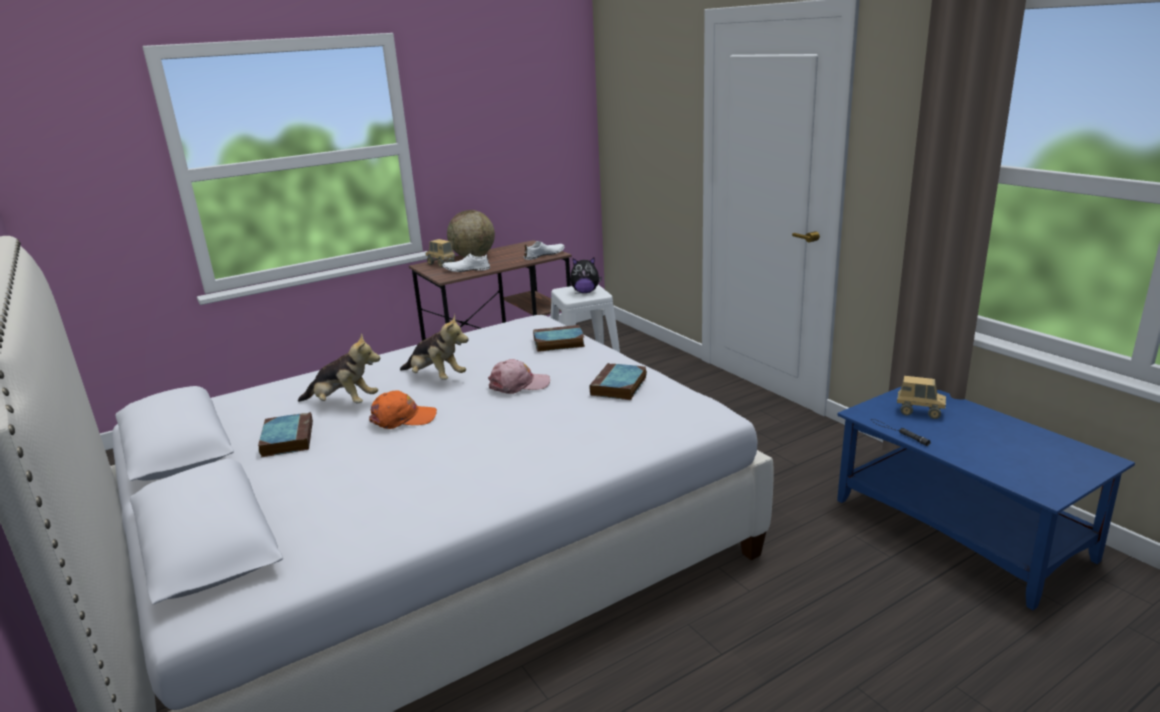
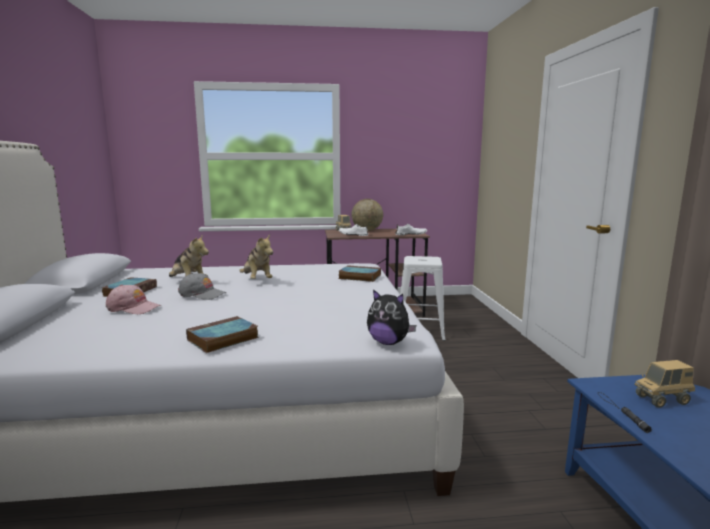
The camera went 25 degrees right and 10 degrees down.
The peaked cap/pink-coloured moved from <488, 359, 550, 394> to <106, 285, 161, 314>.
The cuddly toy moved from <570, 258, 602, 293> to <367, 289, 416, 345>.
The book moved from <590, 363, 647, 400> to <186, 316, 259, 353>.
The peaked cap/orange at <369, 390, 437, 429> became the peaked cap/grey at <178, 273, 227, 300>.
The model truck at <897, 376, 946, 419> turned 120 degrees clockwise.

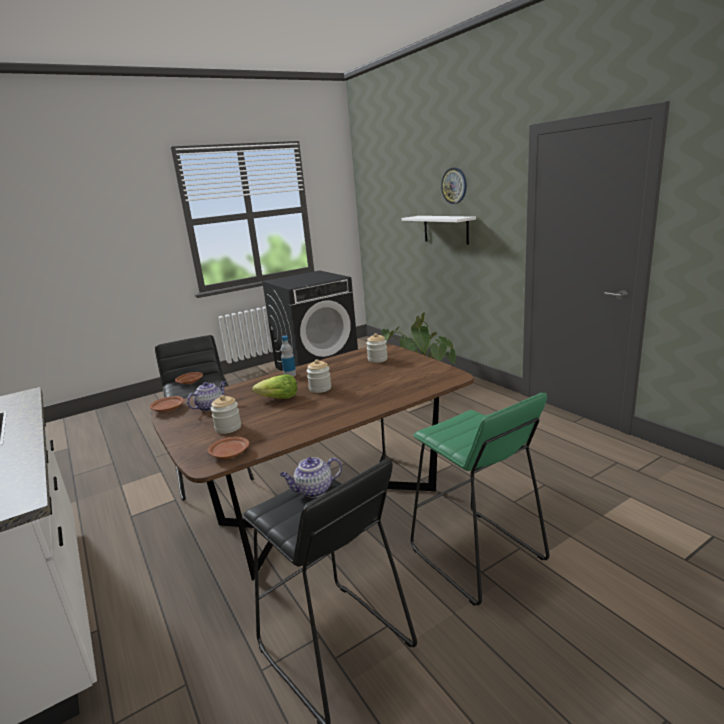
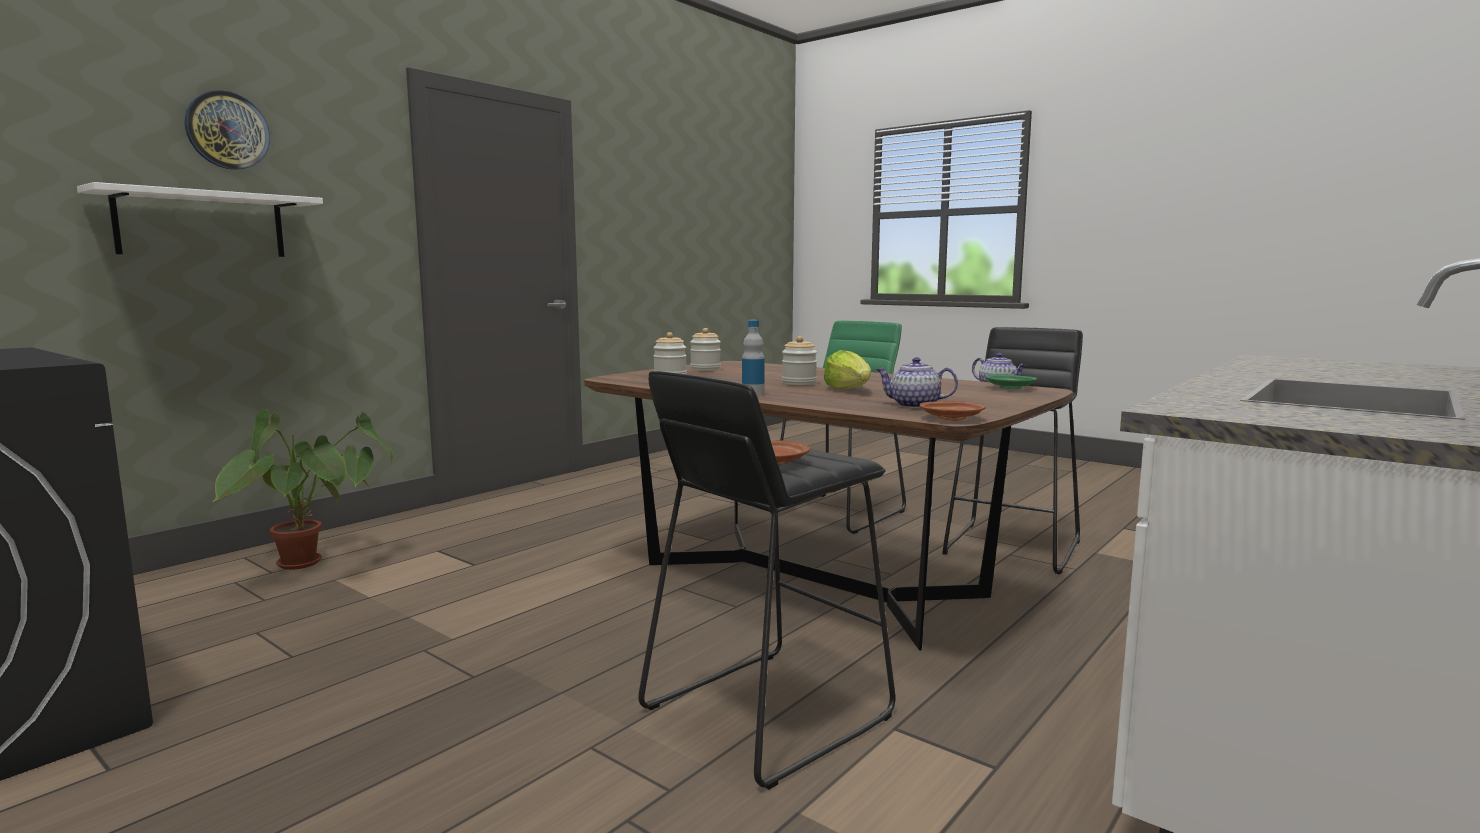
The camera went 110 degrees left and 10 degrees down.
The preserve jar moved from <211, 395, 241, 434> to <690, 328, 721, 371>.
The dinner plate/brown-coloured at <208, 437, 249, 459> became the dinner plate/greenish at <985, 374, 1037, 389>.

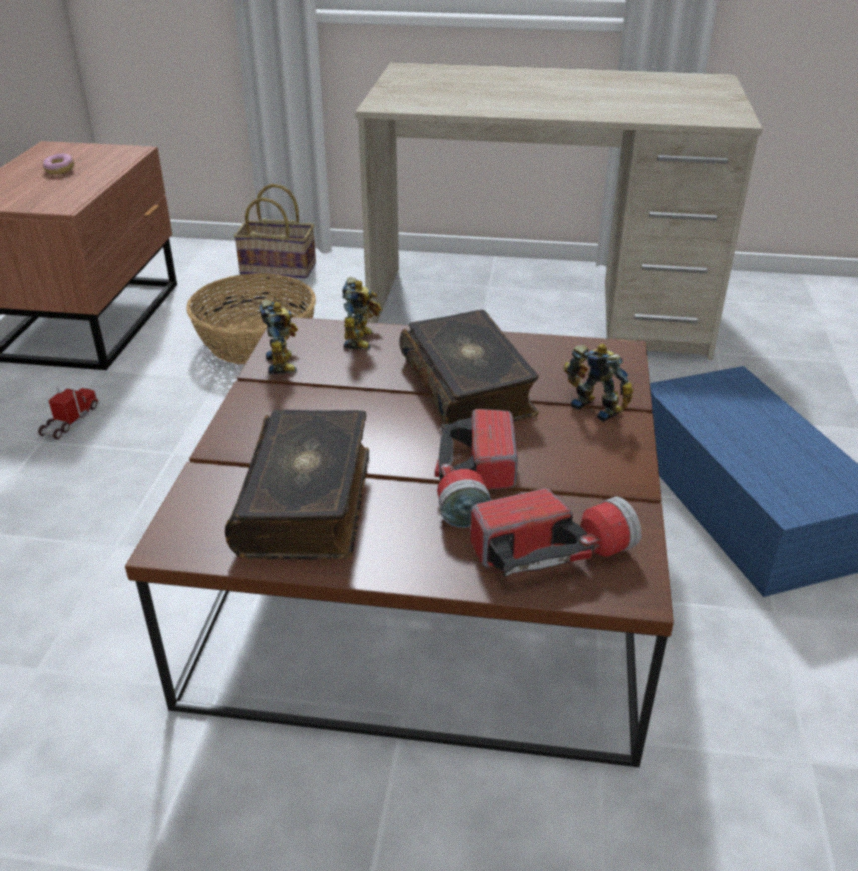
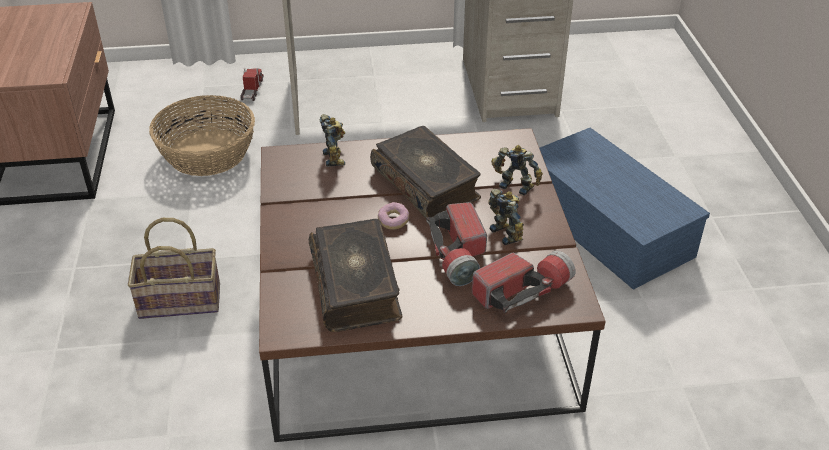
The camera went 15 degrees left and 5 degrees up.
The model truck moved from <38, 387, 99, 440> to <241, 68, 264, 101>.
The doughnut moved from <43, 153, 74, 175> to <378, 202, 409, 230>.
The household basket moved from <234, 184, 316, 279> to <128, 218, 220, 319>.
The robot figure moved from <259, 299, 298, 375> to <488, 189, 524, 246>.

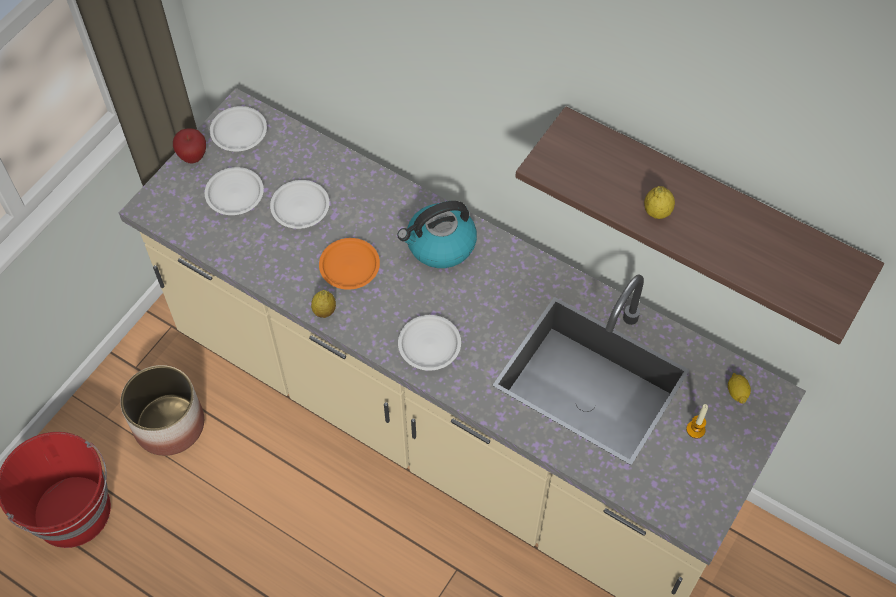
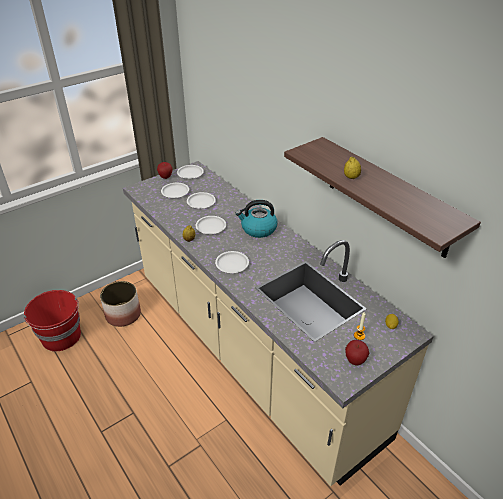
The camera went 20 degrees right and 20 degrees down.
The whole apple at <345, 340, 369, 365> appeared.
The dinner plate/orange at <319, 238, 380, 290> became the dinner plate/white-coloured at <195, 216, 226, 234>.

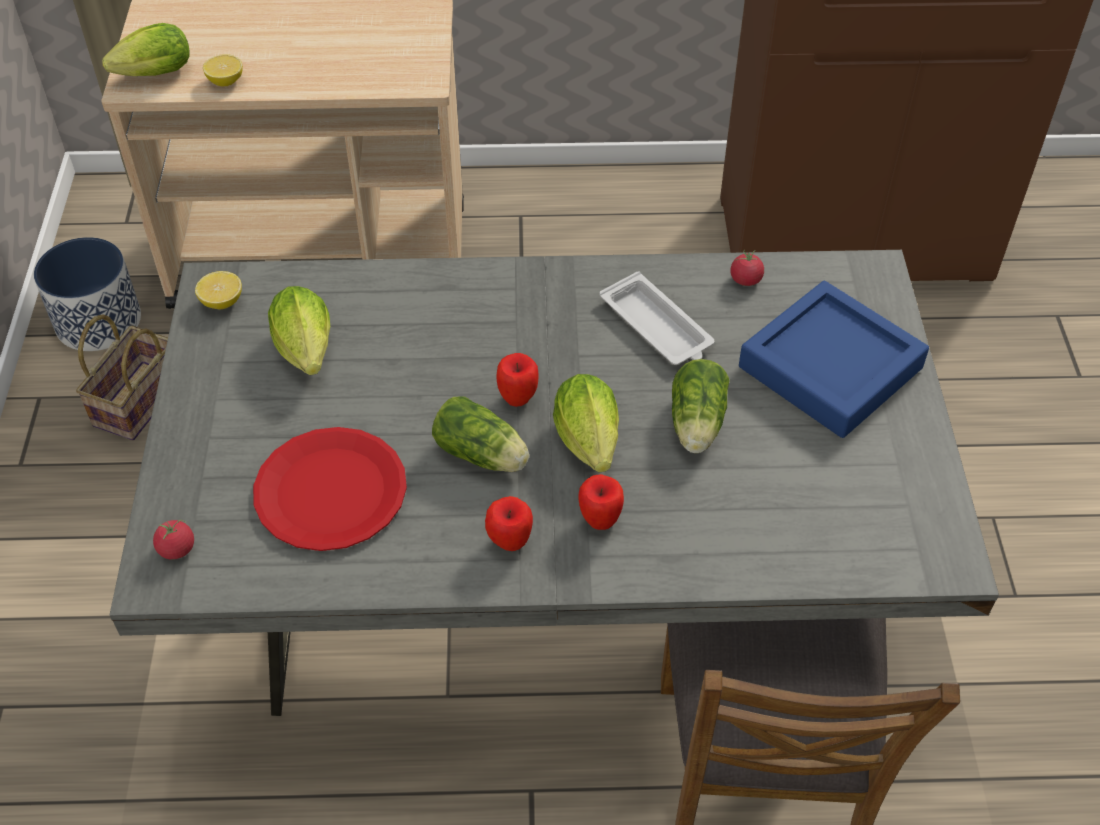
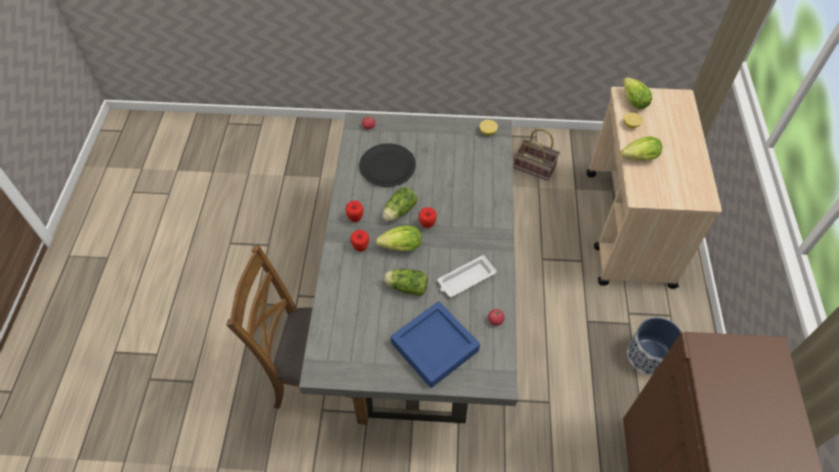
The camera went 95 degrees right and 5 degrees up.
The planter moved from <34, 237, 141, 351> to <627, 317, 681, 376>.
The lettuce moved from <268, 286, 330, 375> to <621, 136, 662, 161>.
The dinner plate/reddish at <253, 427, 407, 551> became the dinner plate/black-coloured at <359, 143, 416, 187>.

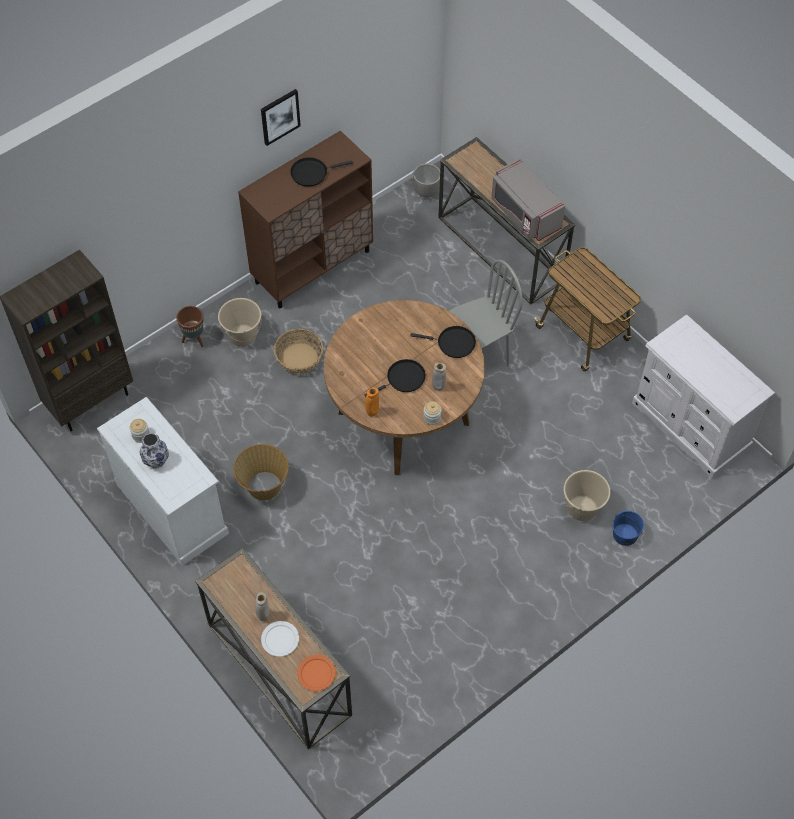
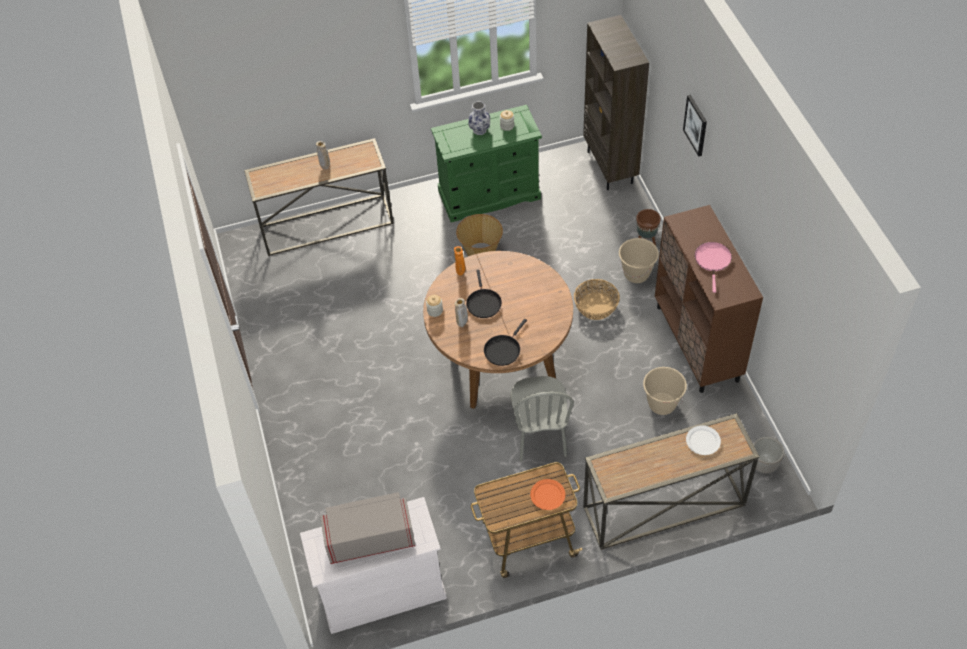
The camera went 115 degrees right and 5 degrees down.
The water bucket/blue-coloured at <612, 511, 644, 546> disappeared.
The wall picture moved from <261, 89, 301, 146> to <683, 95, 707, 156>.
The dinner plate/white-coloured moved from <261, 621, 299, 657> to <686, 426, 721, 455>.
The dinner plate/orange moved from <297, 655, 336, 691> to <530, 479, 565, 510>.
The microwave/grey moved from <491, 158, 565, 241> to <320, 492, 415, 564>.
The water bucket/beige moved from <563, 470, 610, 521> to <643, 367, 687, 415>.
The dresser/white-coloured at <97, 397, 229, 566> became the dresser/greenish at <431, 105, 542, 222>.
The frying pan/black-coloured at <290, 157, 353, 187> became the frying pan/pink-coloured at <695, 242, 732, 293>.

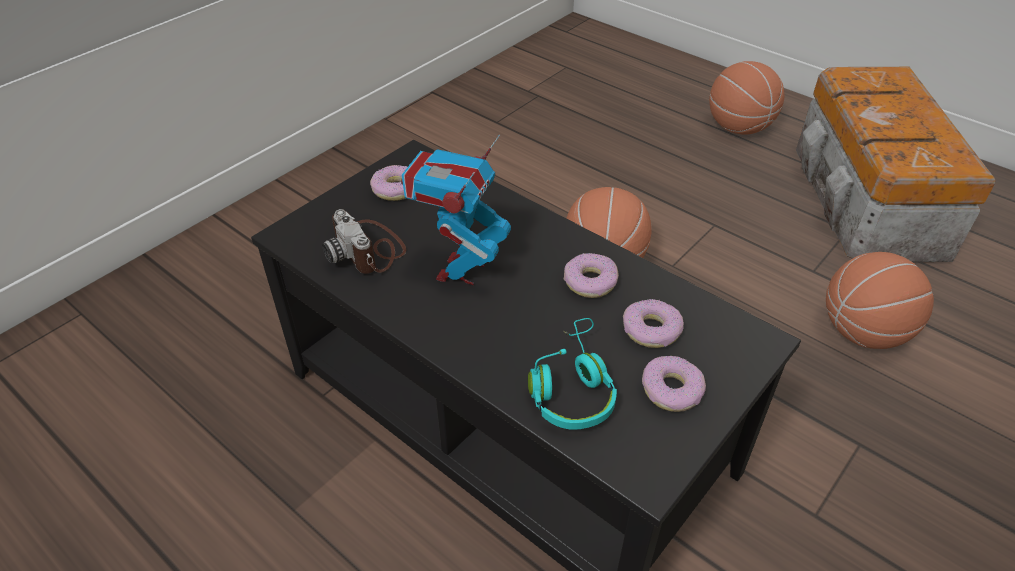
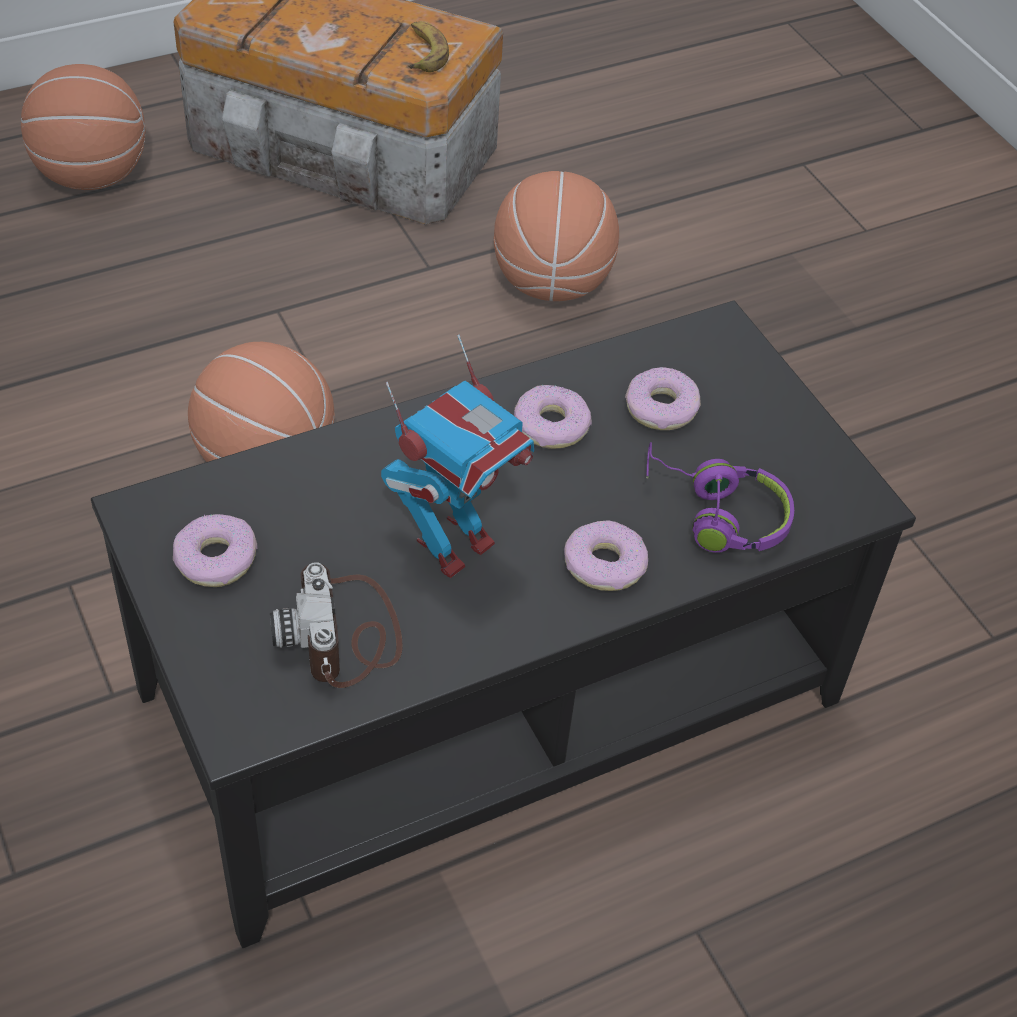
The camera went 70 degrees left and 5 degrees up.
The banana fruit at <408, 21, 449, 72> appeared.
The doughnut moved from <642, 356, 706, 412> to <564, 520, 648, 591>.
The headphones/blue-green at <528, 318, 617, 430> became the headphones/purple at <646, 442, 794, 553>.
The photo camera at <322, 209, 406, 274> turned 90 degrees clockwise.
The robot figure at <401, 134, 511, 285> turned 90 degrees counterclockwise.

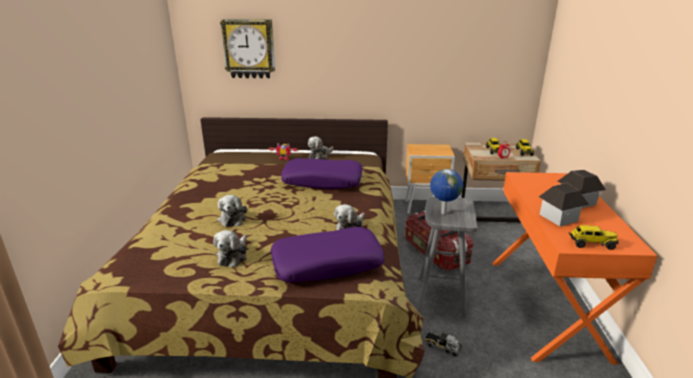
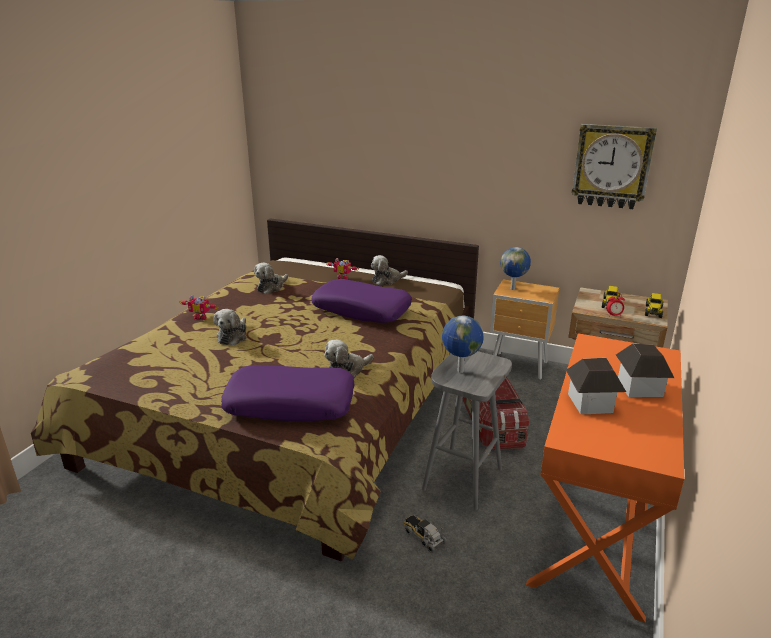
The camera went 20 degrees right and 0 degrees up.
The model truck at <568, 225, 619, 250> disappeared.
The robot figure at <179, 295, 218, 320> appeared.
The desk globe at <500, 247, 531, 290> appeared.
The cuddly toy moved from <213, 230, 247, 267> to <254, 263, 288, 294>.
The wall clock moved from <220, 19, 275, 78> to <572, 124, 657, 209>.

